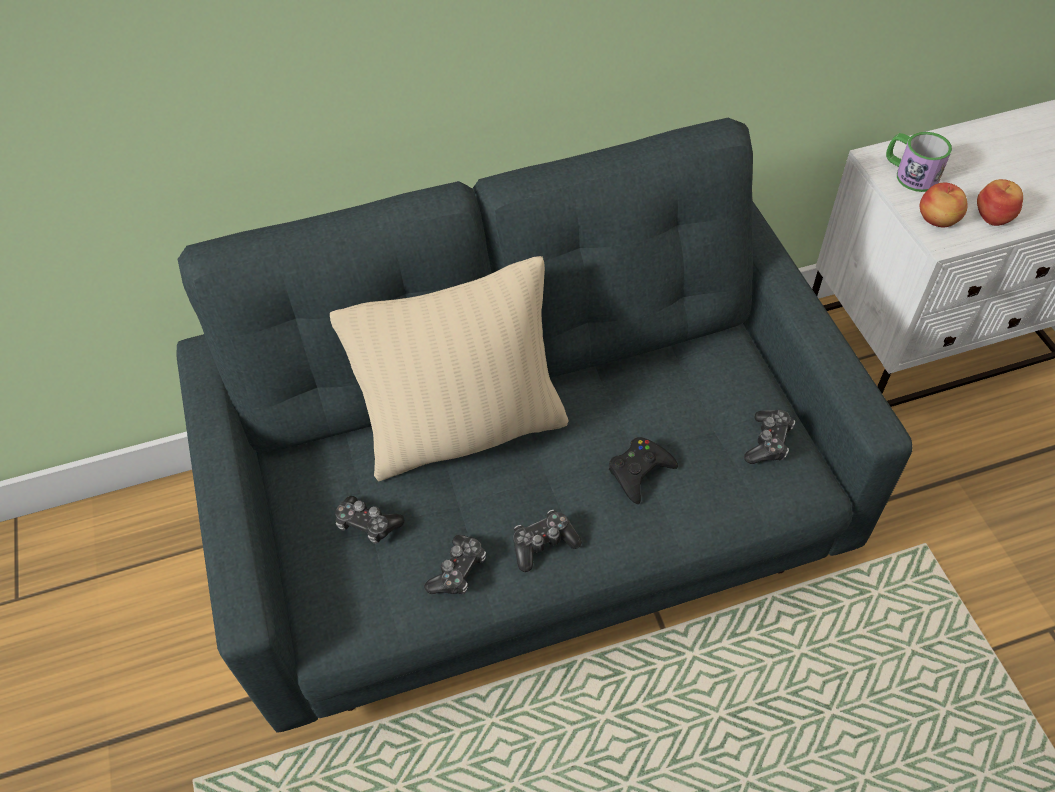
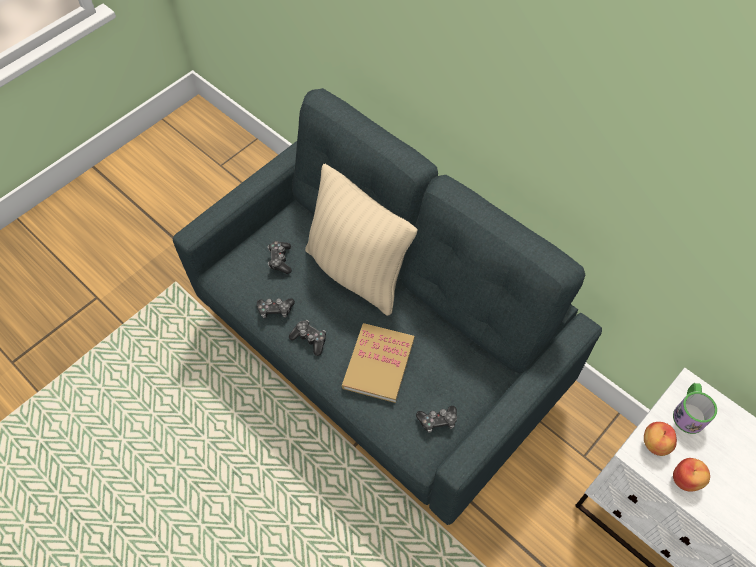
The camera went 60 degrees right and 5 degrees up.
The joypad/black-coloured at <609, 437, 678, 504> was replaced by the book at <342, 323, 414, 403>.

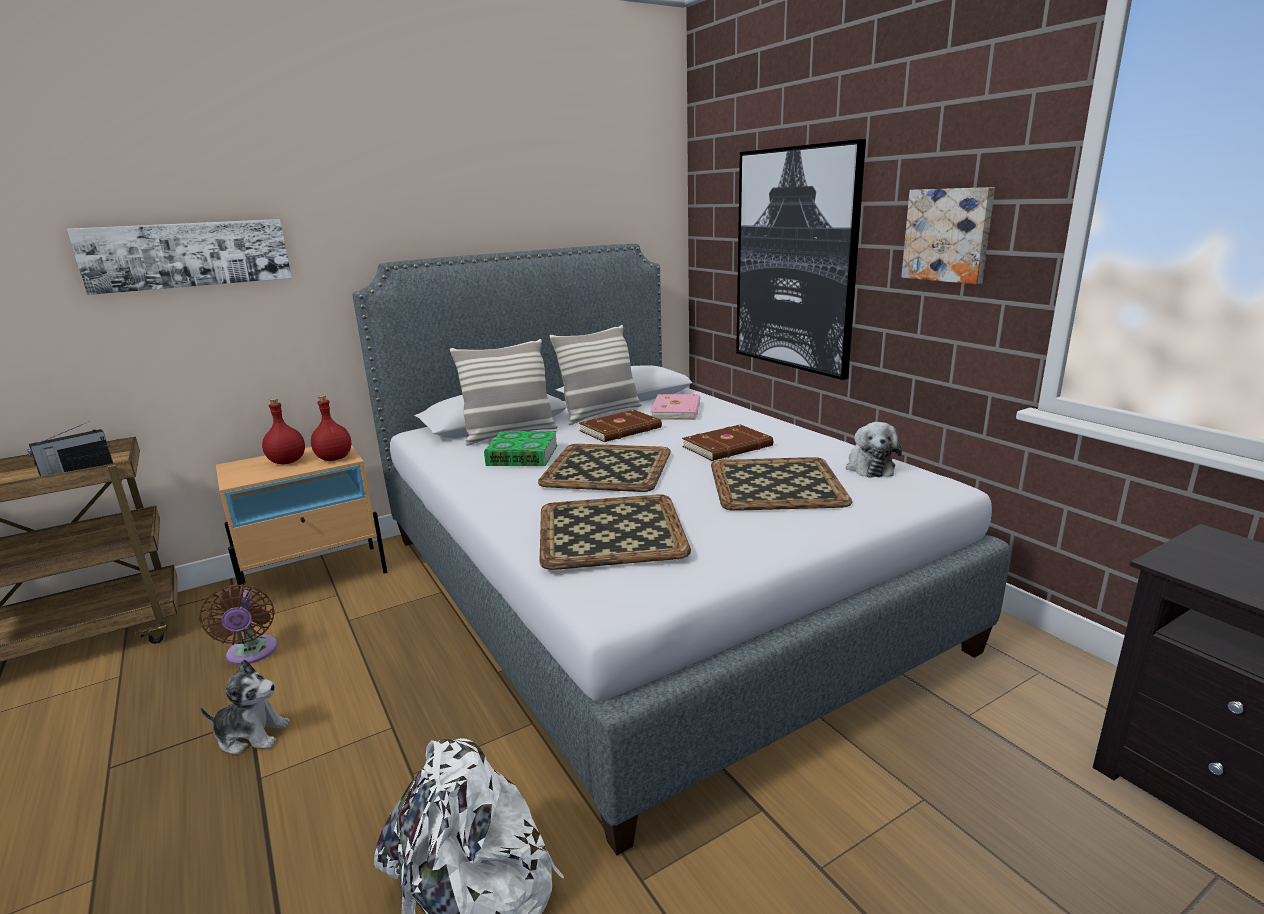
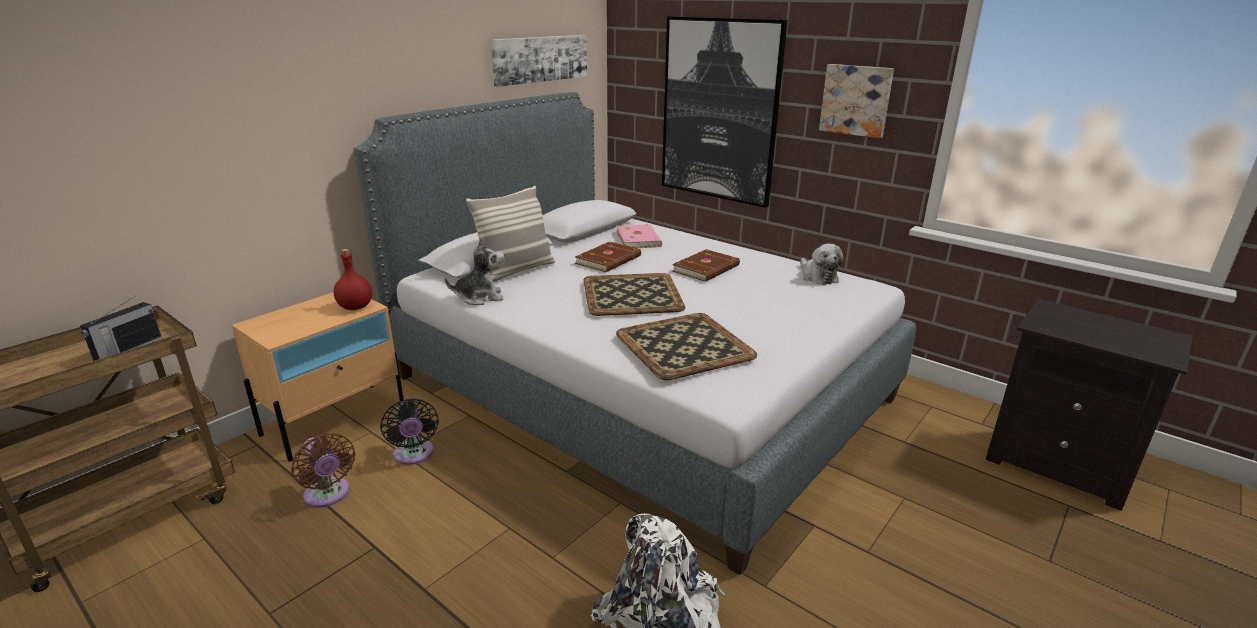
The camera went 20 degrees left and 5 degrees up.
The bottle/reddish at <262, 398, 305, 464> disappeared.
The book at <484, 431, 558, 466> disappeared.
The pillow at <549, 325, 642, 425> disappeared.
The tray at <711, 457, 852, 511> disappeared.
The cooling fan/black-coloured at <380, 398, 439, 465> appeared.
The wall picture moved from <67, 219, 292, 295> to <491, 35, 587, 87>.
The cuddly toy moved from <200, 659, 290, 755> to <445, 238, 505, 305>.

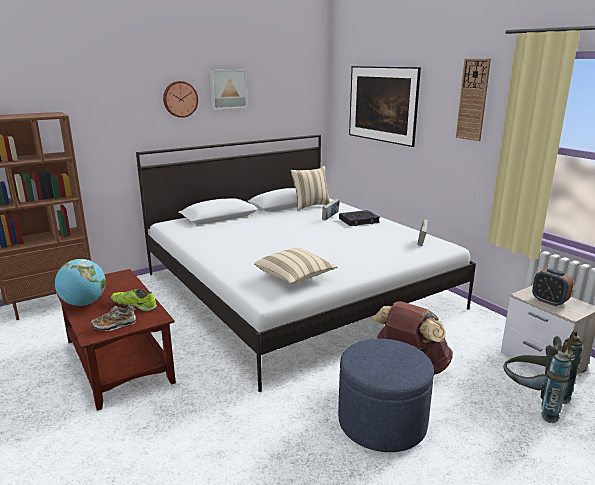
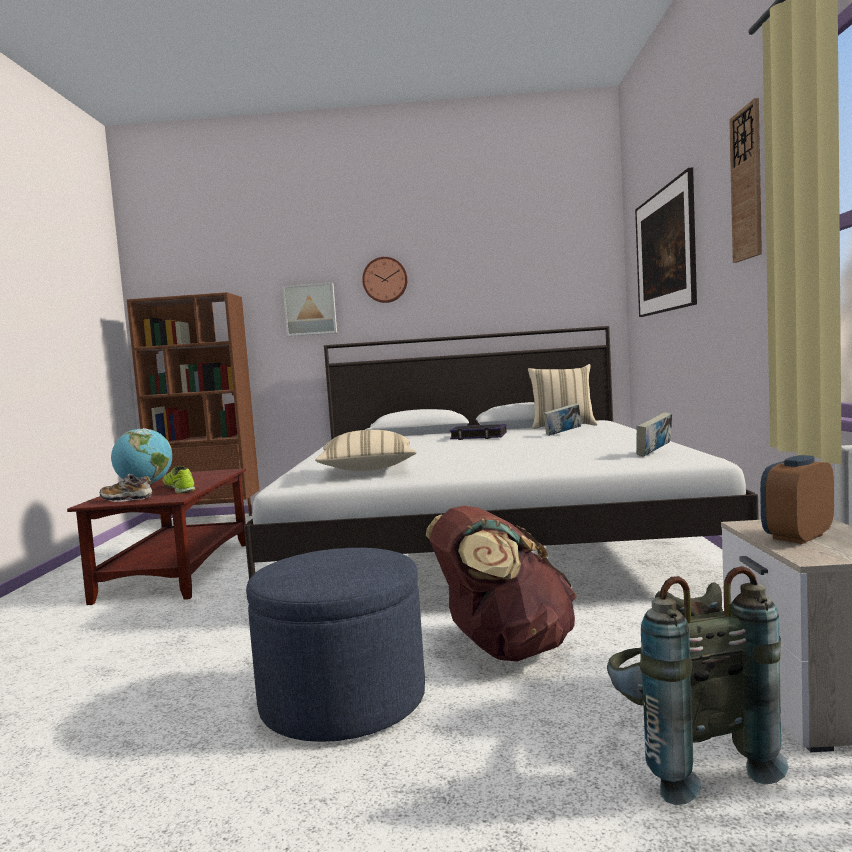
The camera went 35 degrees right and 15 degrees down.
The wall picture moved from <210, 70, 247, 110> to <283, 282, 337, 336>.
The book moved from <339, 210, 380, 226> to <450, 424, 507, 440>.
The bedside clock at <532, 268, 574, 307> turned 60 degrees clockwise.

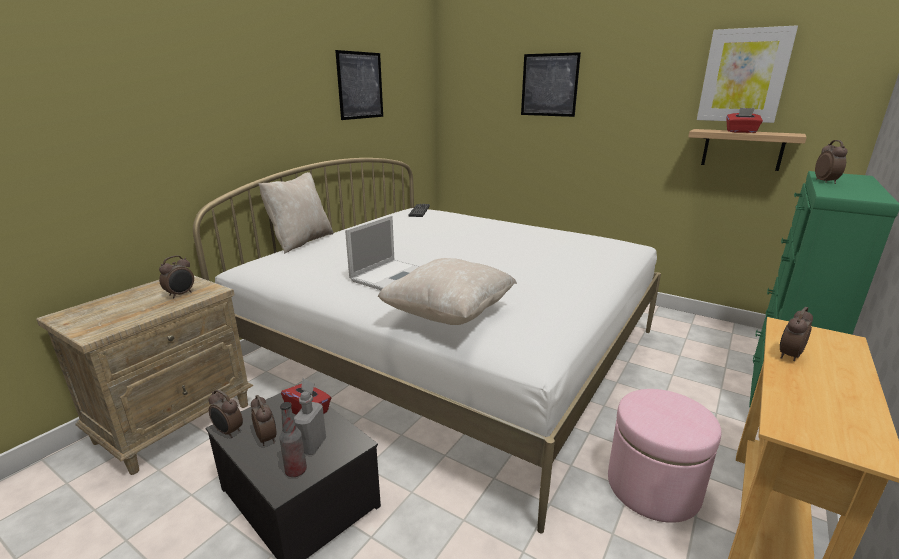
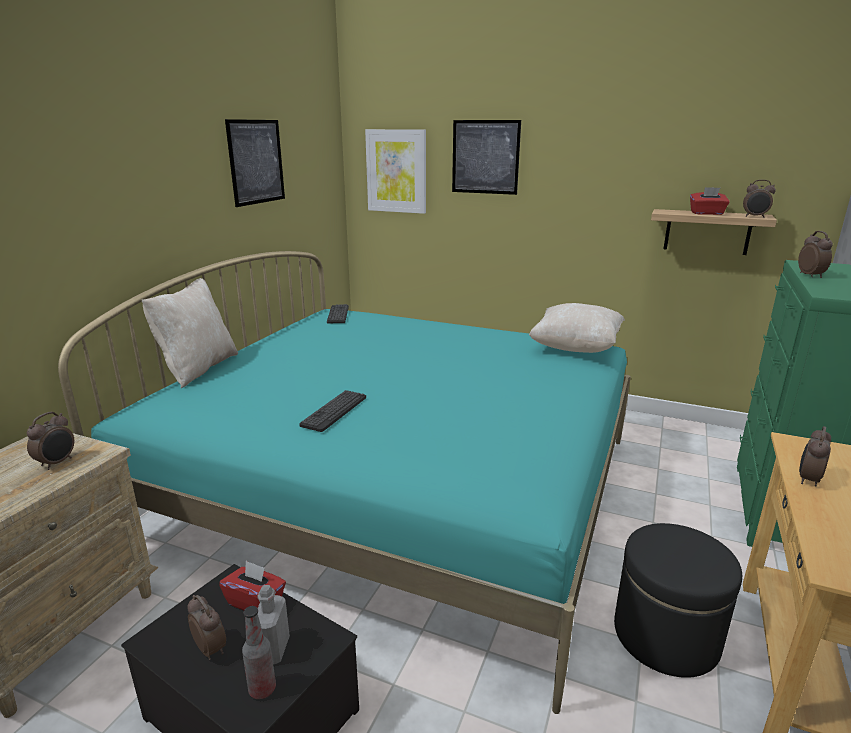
The camera went 10 degrees left and 0 degrees up.
The bedside clock moved from <209, 390, 243, 438> to <743, 180, 776, 218>.
The pillow/beige moved from <378, 258, 517, 325> to <529, 303, 625, 353>.
The wall picture moved from <697, 25, 798, 123> to <365, 129, 426, 214>.
The laptop at <345, 216, 420, 290> was replaced by the computer keyboard at <299, 390, 366, 432>.
The bedroom bed/white-coloured at <193, 158, 661, 534> became the bedroom bed/blue-green at <58, 251, 631, 714>.
The ottoman/pink-coloured at <608, 389, 721, 523> became the ottoman/black-coloured at <614, 523, 742, 678>.

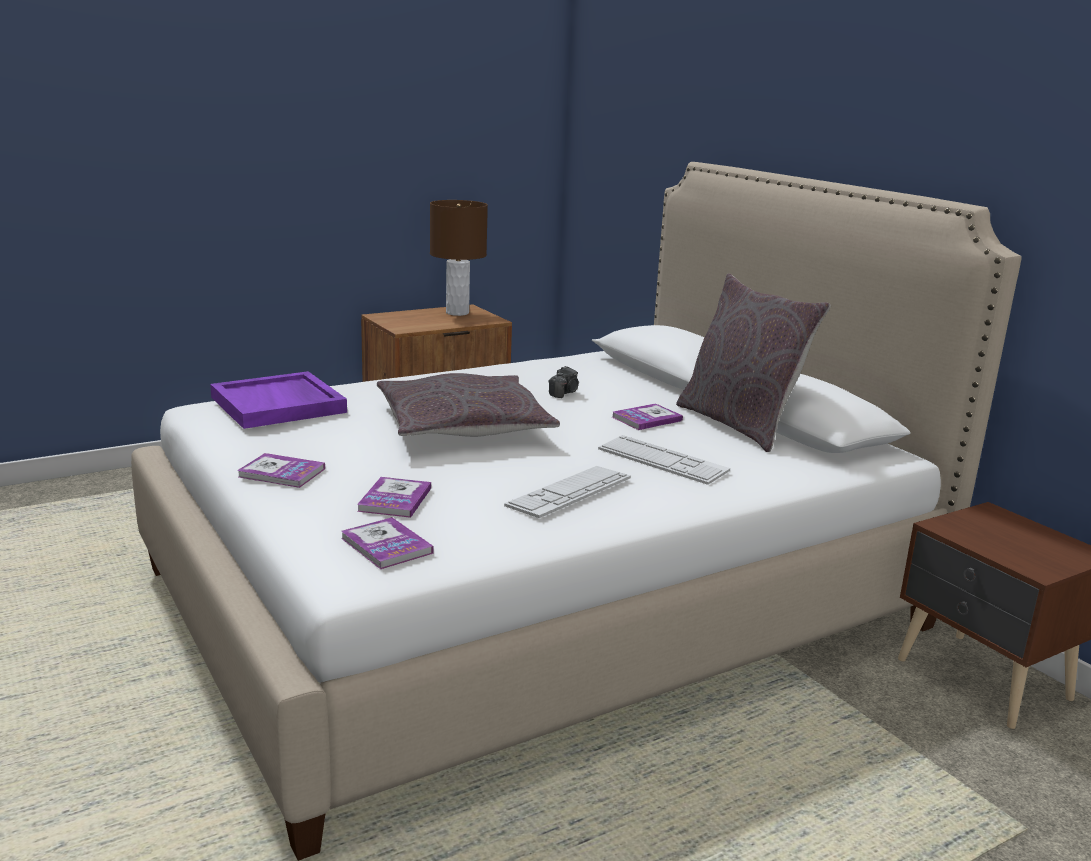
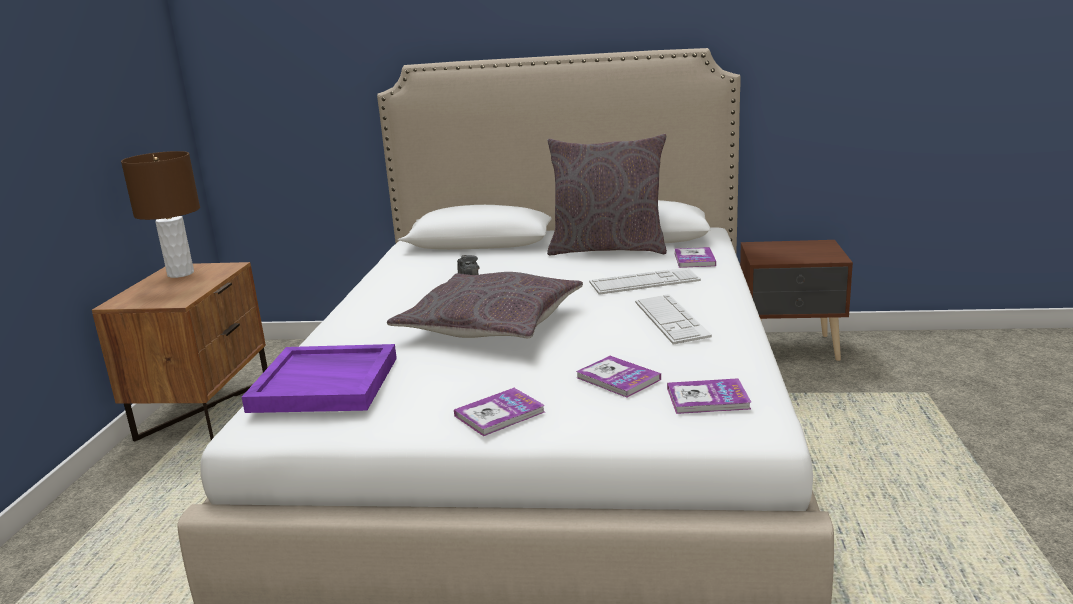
The camera went 50 degrees left and 0 degrees up.
The book moved from <612, 403, 683, 430> to <674, 247, 716, 268>.

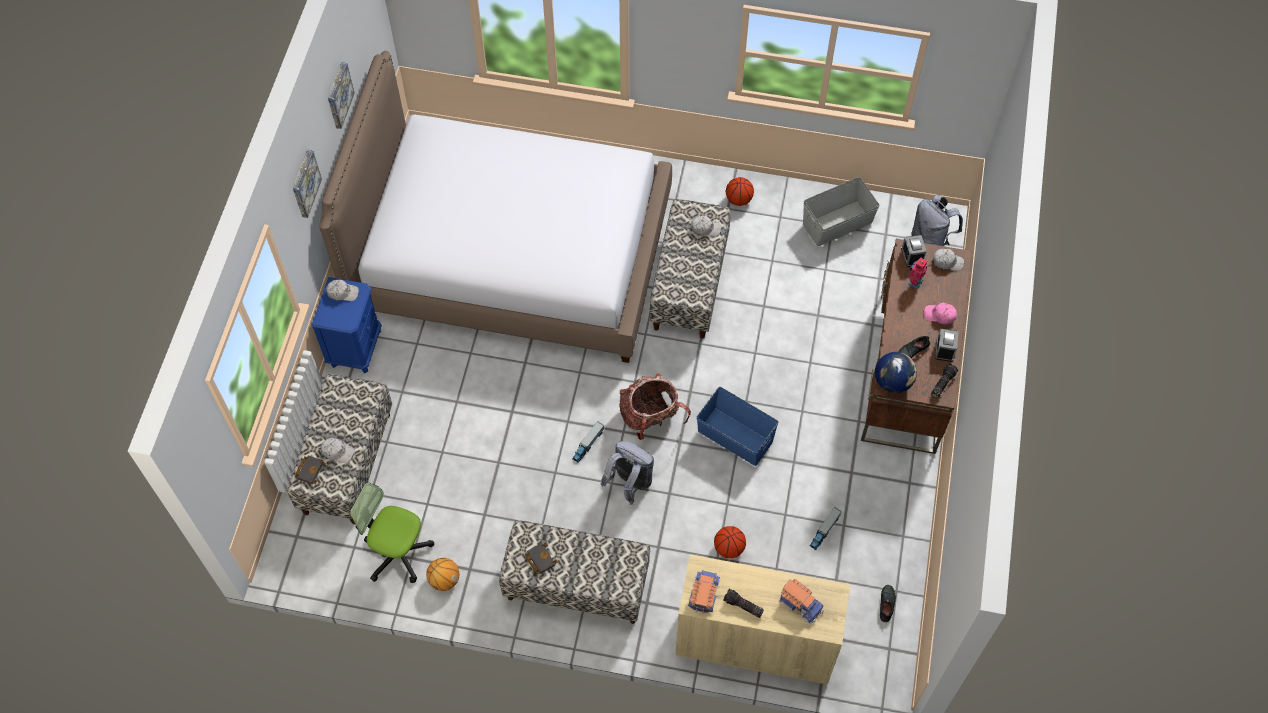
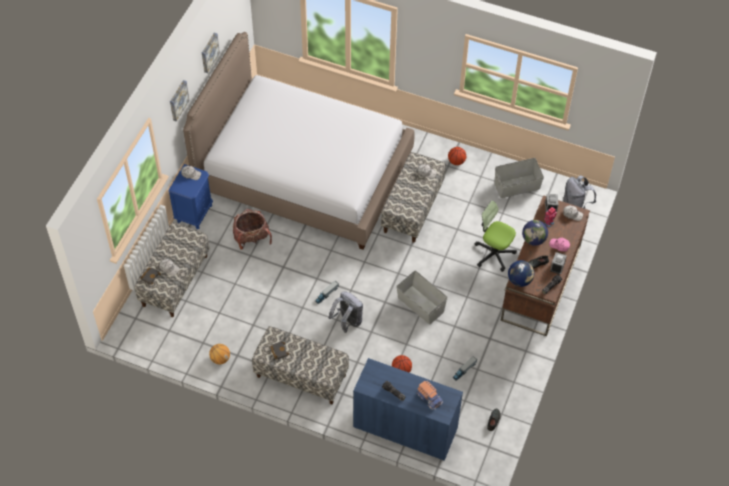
The camera went 10 degrees right and 5 degrees down.
The model truck at <688, 570, 720, 615> disappeared.
The desk globe at <522, 220, 548, 246> appeared.
The computer chair moved from <350, 483, 434, 583> to <475, 201, 517, 272>.
The knapsack moved from <619, 373, 691, 440> to <233, 209, 272, 250>.
The cupboard/beige at <675, 554, 851, 685> became the cupboard/blue-coloured at <353, 358, 463, 461>.
The storage box/blue-coloured at <697, 387, 779, 466> became the storage box/grey at <396, 271, 448, 325>.

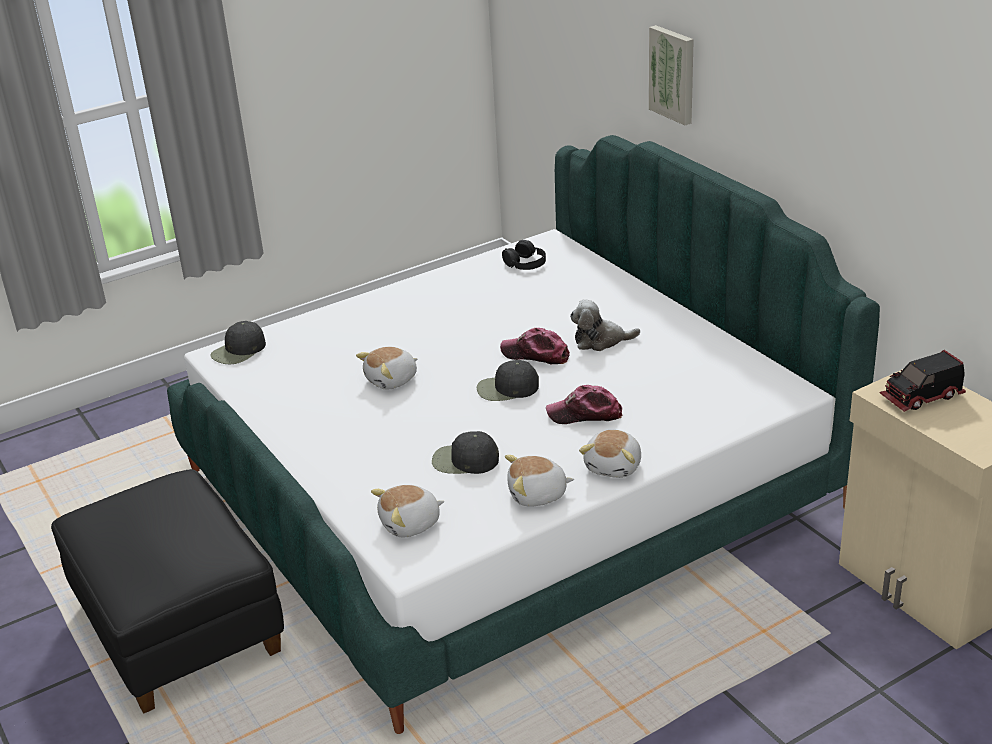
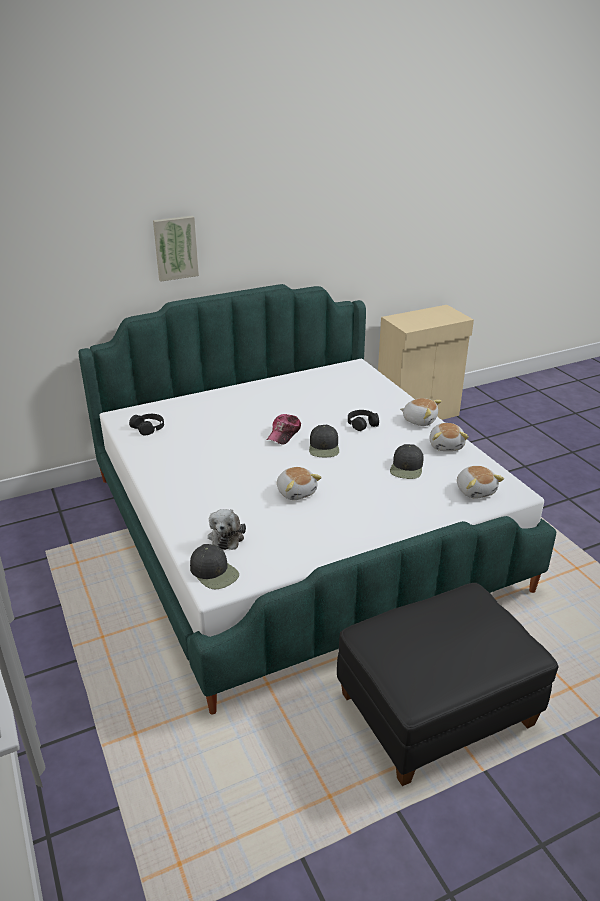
The camera went 85 degrees left and 0 degrees up.
The model truck at <880, 350, 966, 412> disappeared.
The cuddly toy moved from <570, 299, 640, 351> to <208, 509, 246, 550>.
The peaked cap at <546, 385, 622, 424> was replaced by the headphones/black-coloured at <348, 410, 379, 431>.

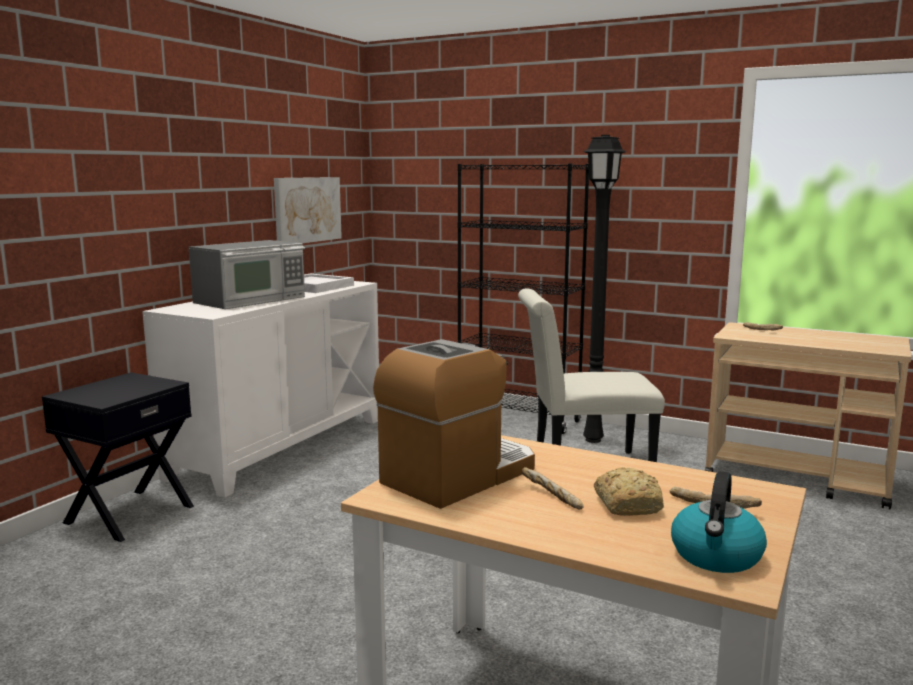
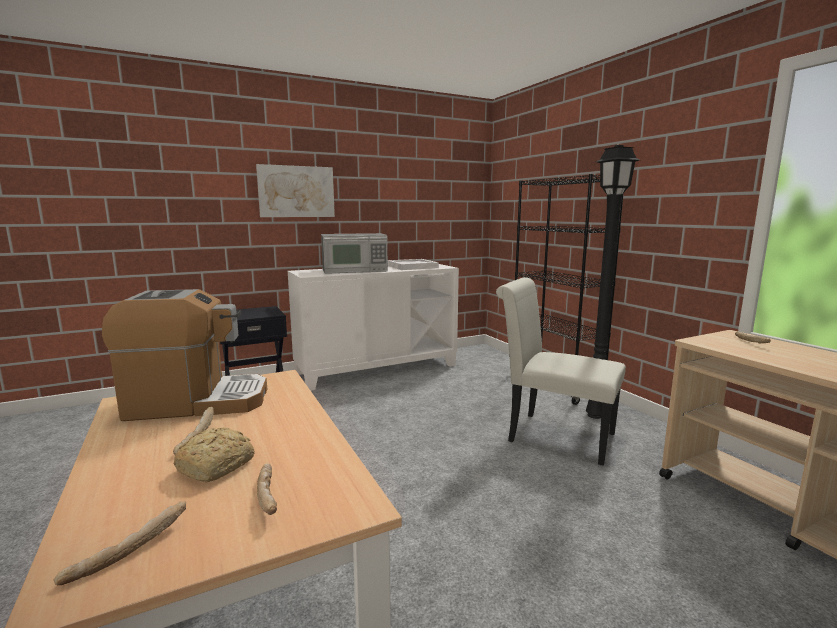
The camera went 35 degrees right and 0 degrees up.
The wall picture moved from <274, 177, 342, 243> to <256, 164, 335, 217>.
The kettle at <671, 471, 767, 573> was replaced by the bread at <54, 501, 186, 586>.

